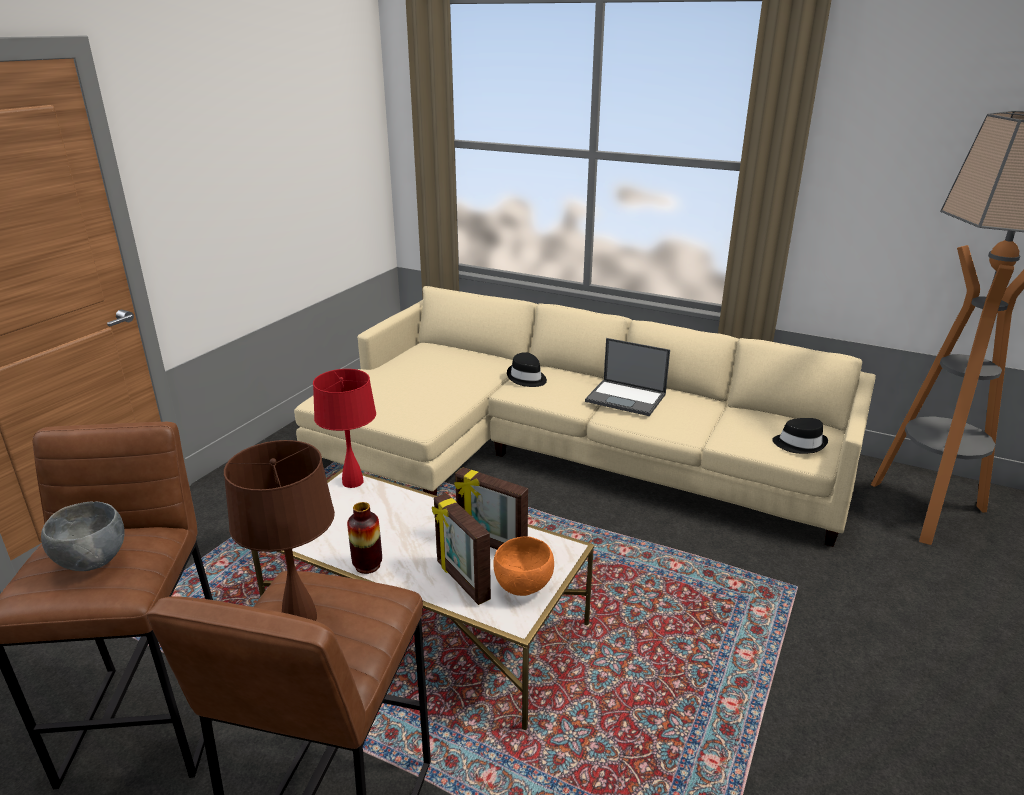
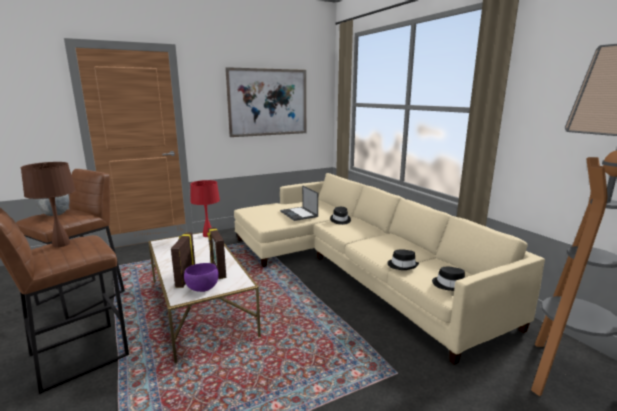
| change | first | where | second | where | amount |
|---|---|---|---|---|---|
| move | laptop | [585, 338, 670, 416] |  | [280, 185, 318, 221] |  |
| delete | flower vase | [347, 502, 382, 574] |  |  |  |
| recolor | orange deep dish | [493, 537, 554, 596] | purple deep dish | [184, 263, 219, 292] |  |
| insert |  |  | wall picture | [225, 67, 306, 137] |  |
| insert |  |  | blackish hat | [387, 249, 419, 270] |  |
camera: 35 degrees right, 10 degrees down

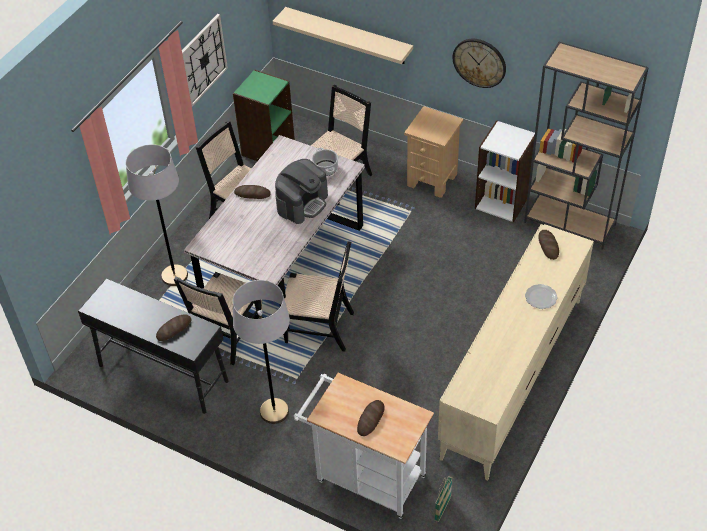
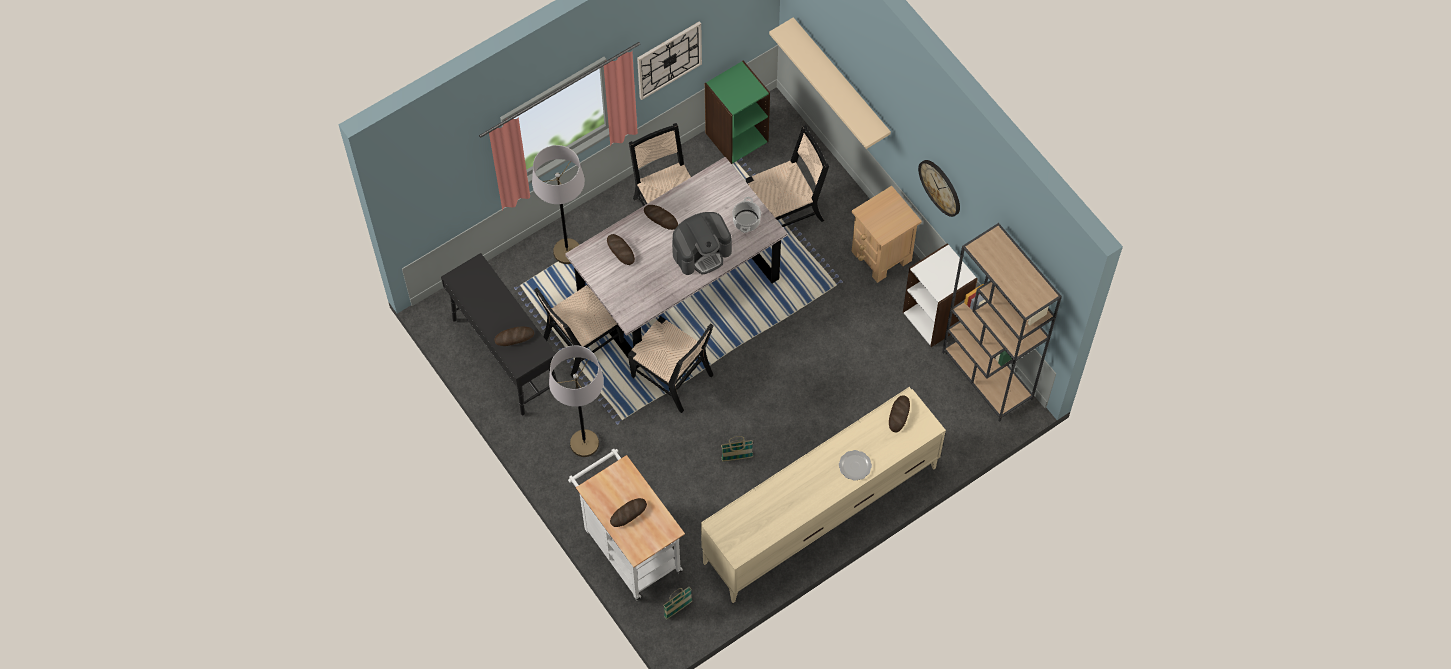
| change | first | where | second | where | amount |
|---|---|---|---|---|---|
| insert |  |  | bread | [607, 234, 635, 265] |  |
| insert |  |  | basket | [721, 436, 753, 461] |  |
camera: 25 degrees right, 15 degrees up

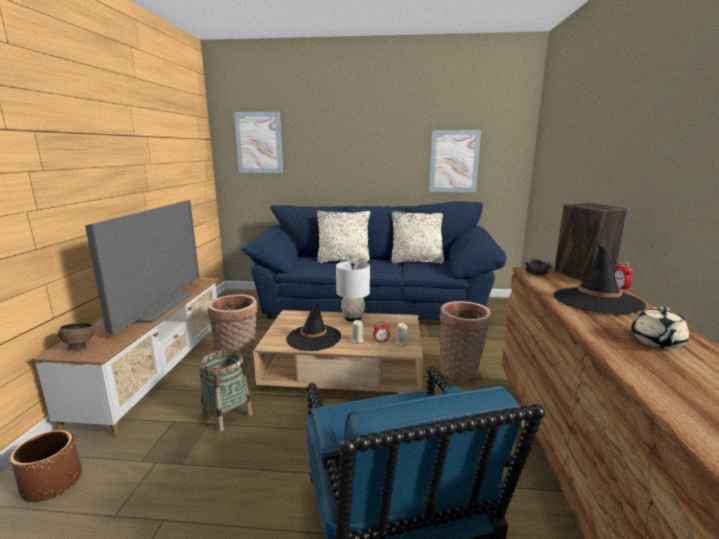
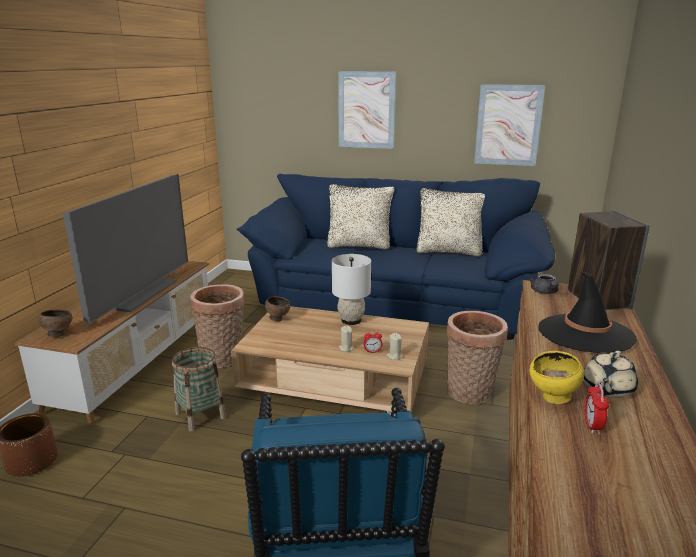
| change | first | where | second | where | amount |
|---|---|---|---|---|---|
| move | wall picture | [234, 112, 283, 173] |  | [338, 71, 396, 149] |  |
| move | table clock | [614, 261, 633, 292] |  | [585, 383, 609, 434] |  |
| delete | blackish hat | [287, 302, 341, 351] |  |  |  |
| insert |  |  | brownish deep dish | [265, 296, 291, 321] |  |
| insert |  |  | yellow deep dish | [530, 351, 584, 404] |  |
camera: 10 degrees right, 5 degrees up

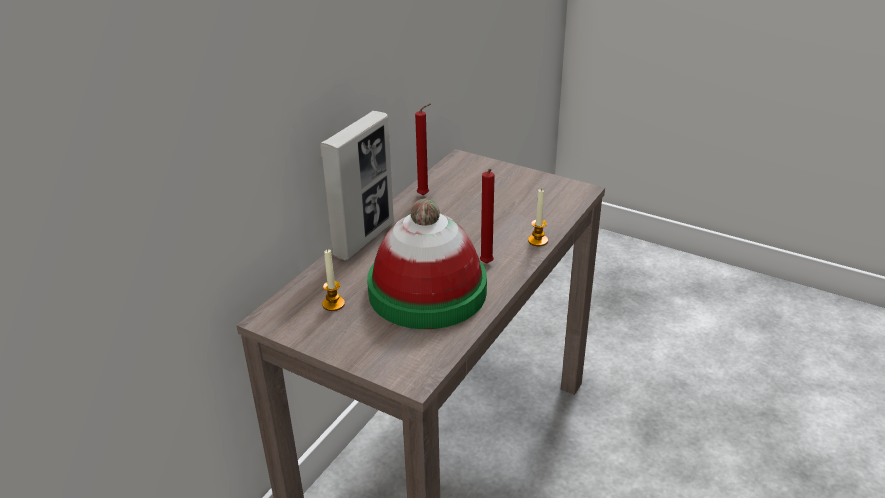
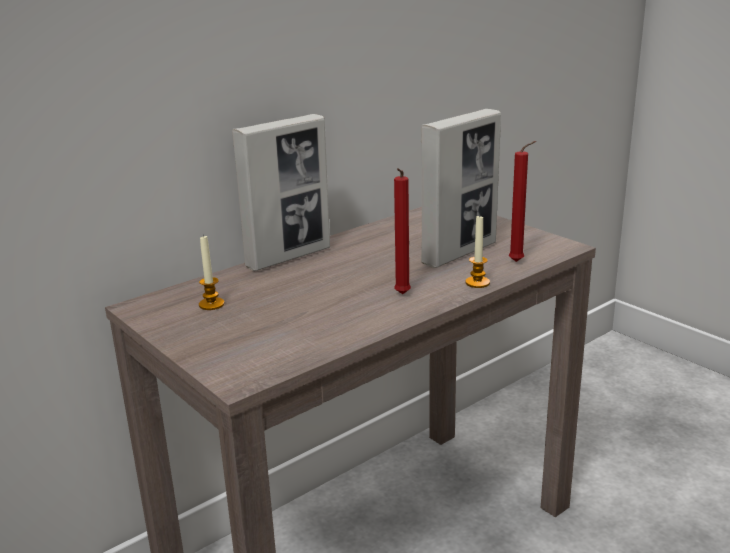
| change | first | where | second | where | amount |
|---|---|---|---|---|---|
| move | reddish wax candle | [415, 103, 431, 195] |  | [509, 141, 536, 262] |  |
| delete | hat | [367, 199, 487, 329] |  |  |  |
| insert |  |  | standing frame | [421, 109, 501, 268] |  |
camera: 20 degrees right, 10 degrees down

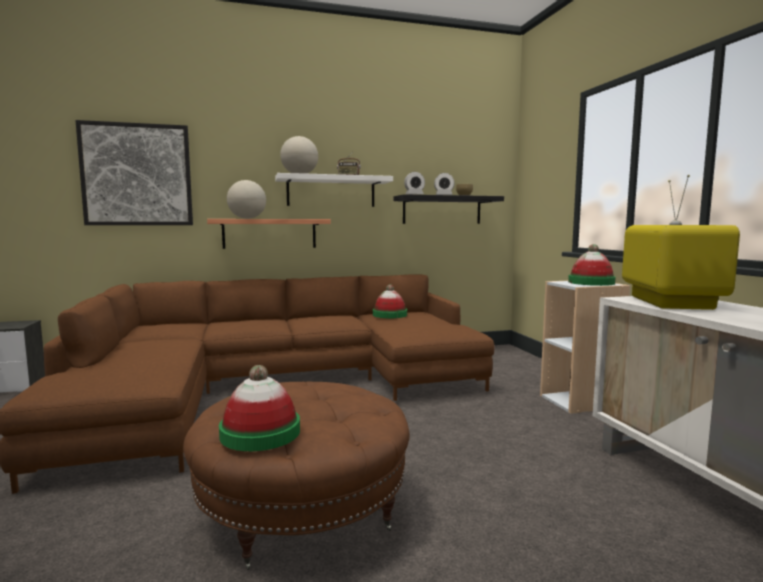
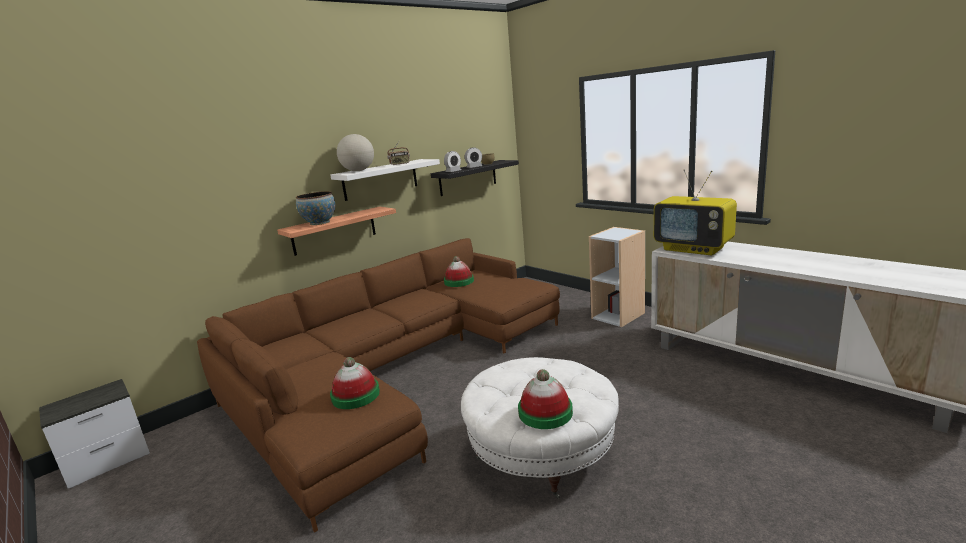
| change | first | where | second | where | amount |
|---|---|---|---|---|---|
| delete | wall picture | [75, 120, 193, 225] |  |  |  |
| rotate | television | [622, 175, 740, 310] |  | [654, 169, 737, 255] | 150 degrees clockwise |
| replace | world globe | [227, 180, 266, 219] | deep dish | [296, 191, 335, 225] |  |
| move | hat | [568, 244, 616, 286] |  | [330, 357, 380, 409] |  |
| recolor | brownish ottoman | [183, 382, 410, 570] | whitish ottoman | [461, 357, 619, 498] |  |
camera: 25 degrees left, 10 degrees up

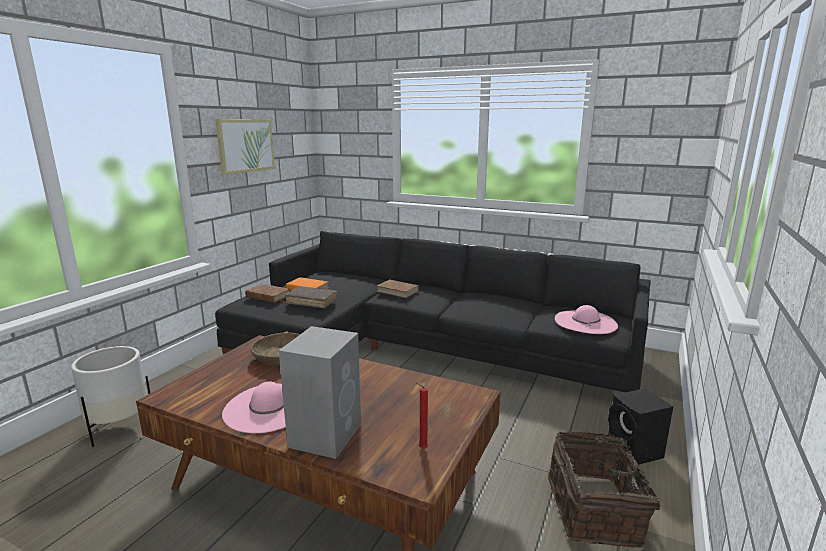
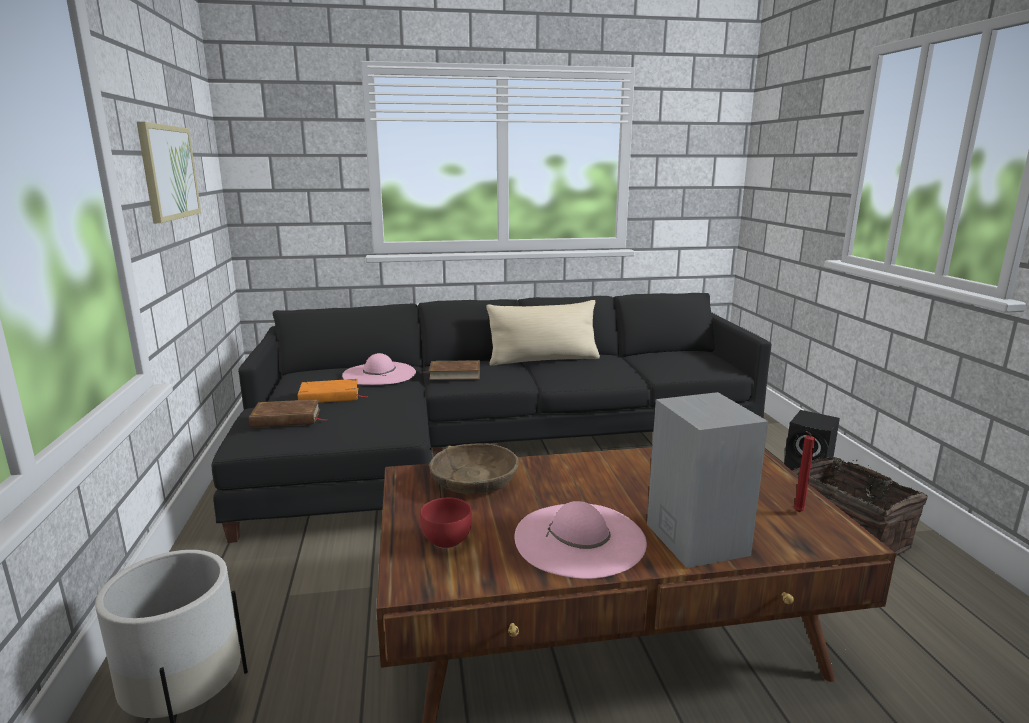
| change | first | where | second | where | amount |
|---|---|---|---|---|---|
| delete | brownish bound book | [285, 286, 337, 308] |  |  |  |
| move | pink-coloured hat | [555, 305, 618, 334] |  | [342, 353, 416, 385] |  |
| insert |  |  | beige pillow | [486, 300, 600, 366] |  |
| insert |  |  | reddish deep dish | [420, 498, 472, 549] |  |
camera: 35 degrees left, 0 degrees up

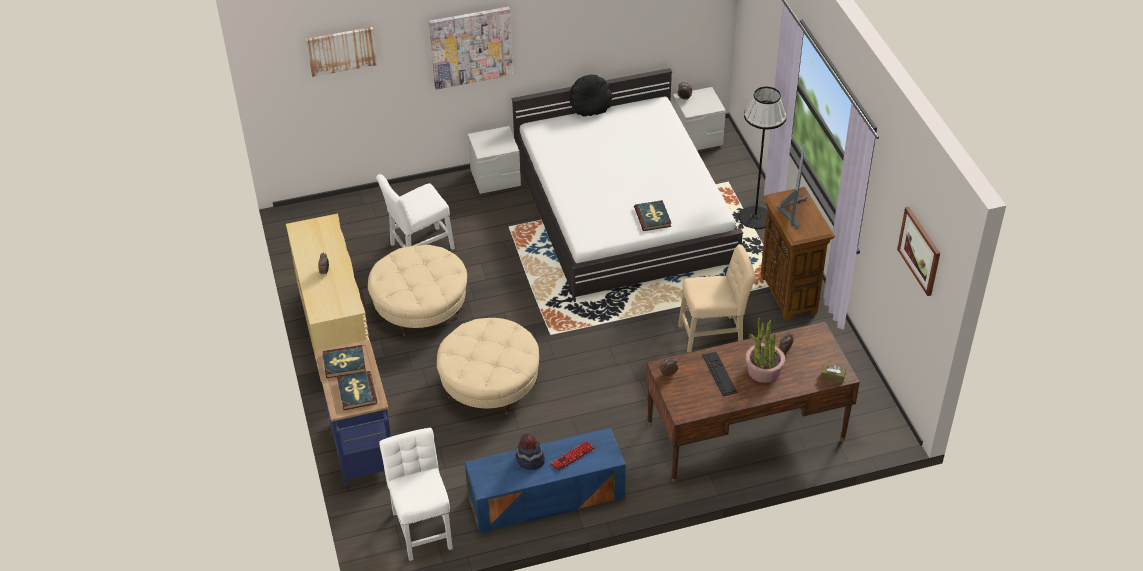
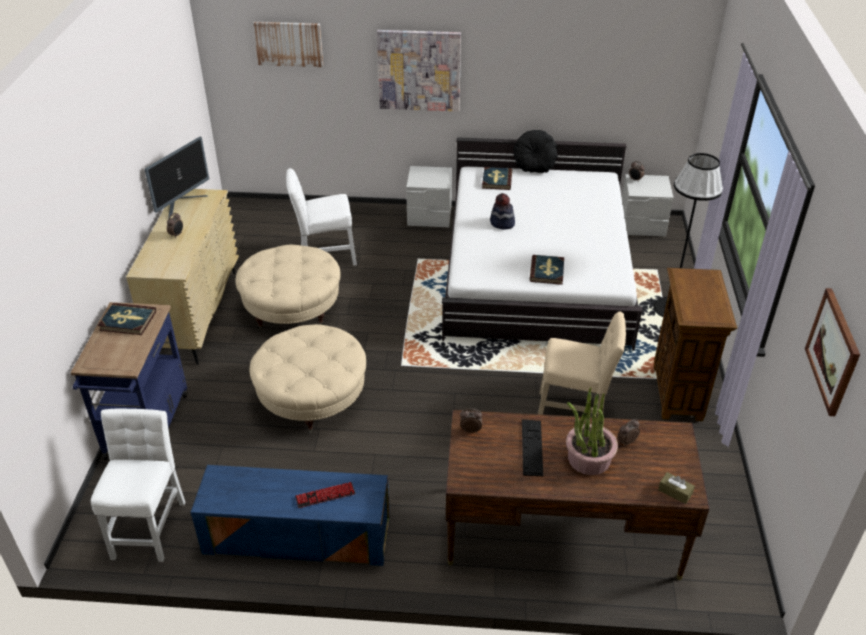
| change | first | where | second | where | amount |
|---|---|---|---|---|---|
| move | monitor | [777, 144, 808, 228] |  | [145, 137, 209, 219] |  |
| move | bound book | [337, 371, 377, 410] |  | [482, 167, 512, 190] |  |
| move | hat | [516, 434, 545, 470] |  | [490, 193, 515, 229] |  |
camera: 20 degrees right, 5 degrees down

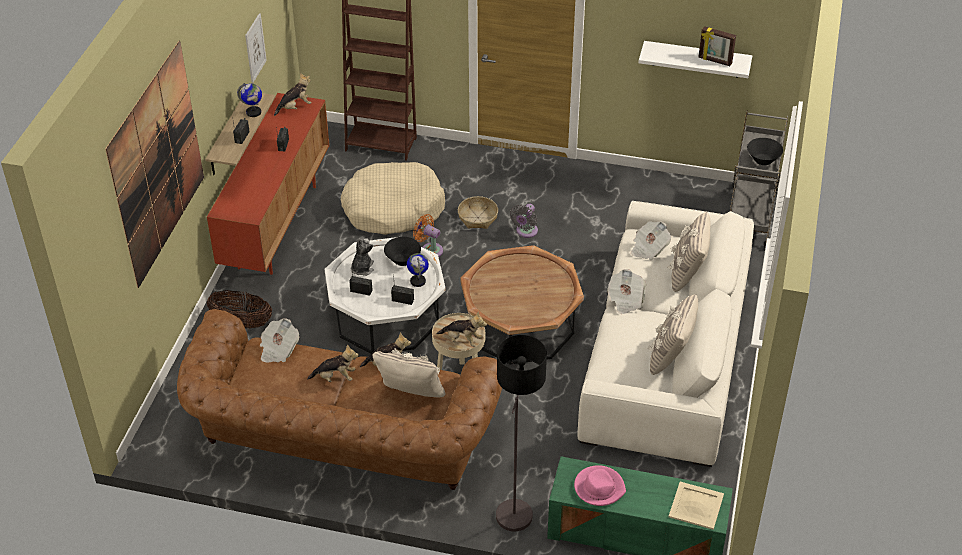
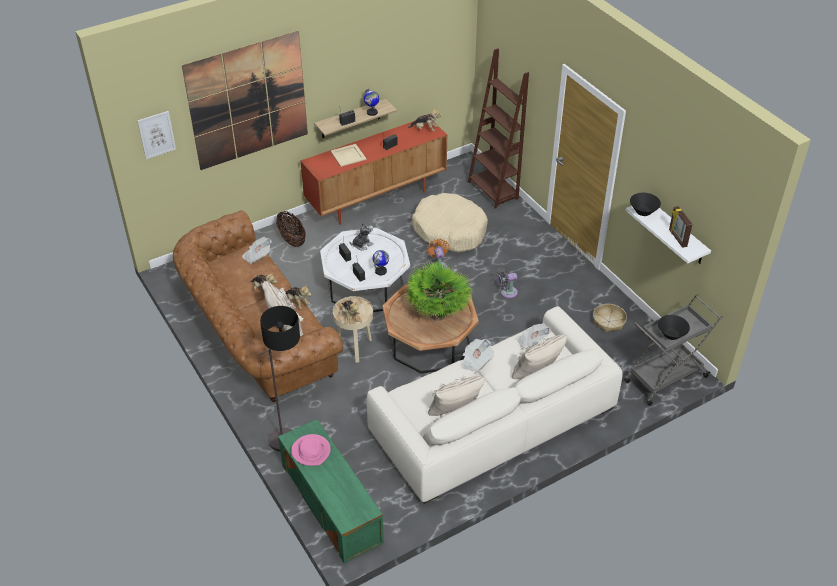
| change | first | where | second | where | amount |
|---|---|---|---|---|---|
| move | wall picture | [245, 13, 267, 83] |  | [137, 111, 176, 159] |  |
| move | basket | [458, 196, 498, 229] |  | [593, 304, 627, 332] |  |
| move | blackish deep dish | [384, 237, 421, 266] |  | [630, 193, 661, 216] |  |
| move | beige tray | [669, 482, 724, 530] |  | [331, 144, 366, 167] |  |
| insert |  |  | plant in a pot | [405, 259, 473, 321] |  |
camera: 45 degrees right, 0 degrees up

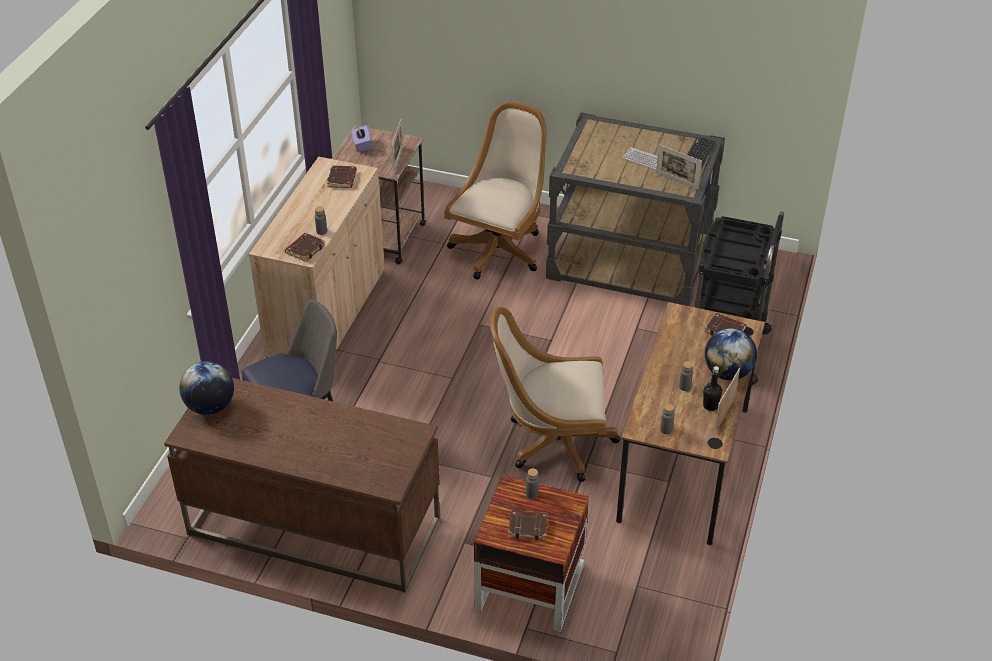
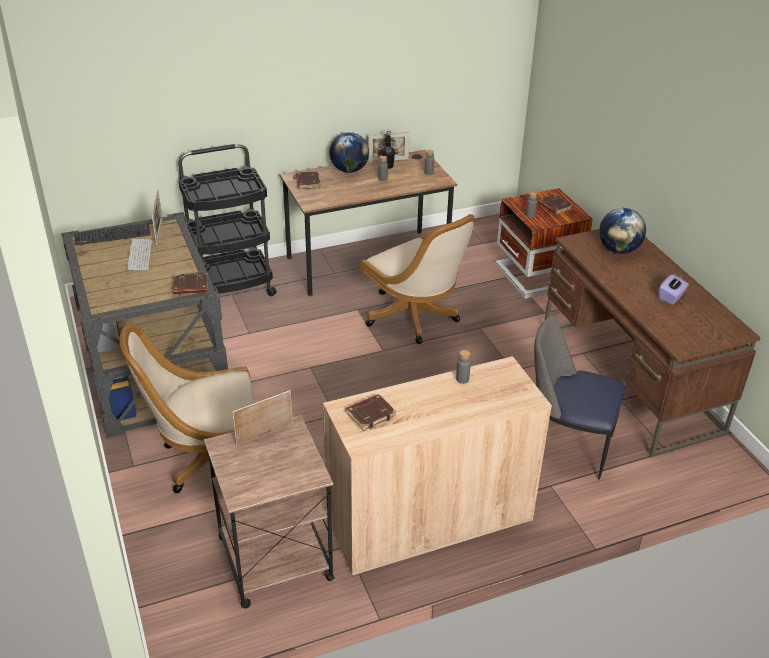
| change | first | where | second | where | amount |
|---|---|---|---|---|---|
| move | purple tissue box | [351, 125, 372, 152] |  | [659, 274, 689, 305] |  |
| move | brownish bound book | [285, 233, 325, 262] |  | [173, 273, 208, 295] |  |
| move | world globe | [179, 361, 234, 415] |  | [599, 208, 646, 254] |  |
camera: 130 degrees left, 5 degrees down

